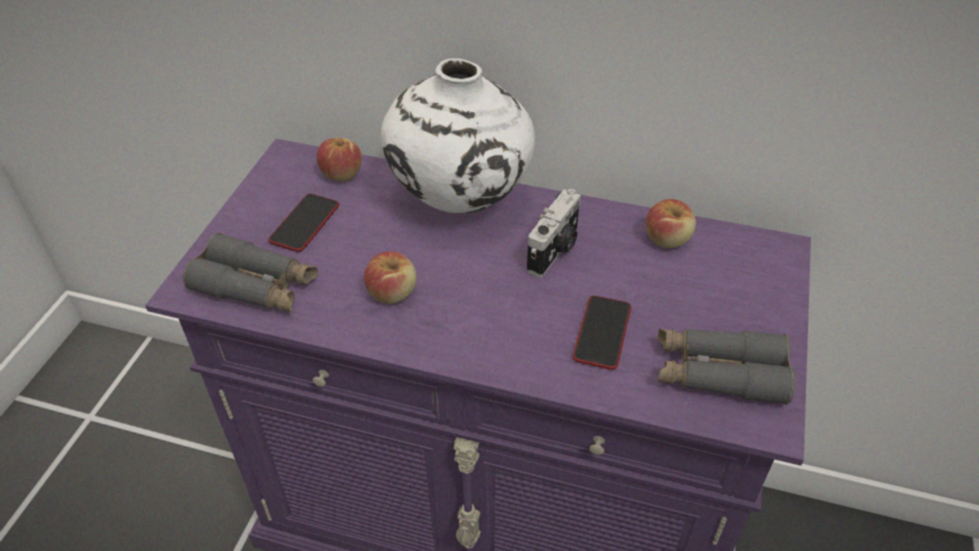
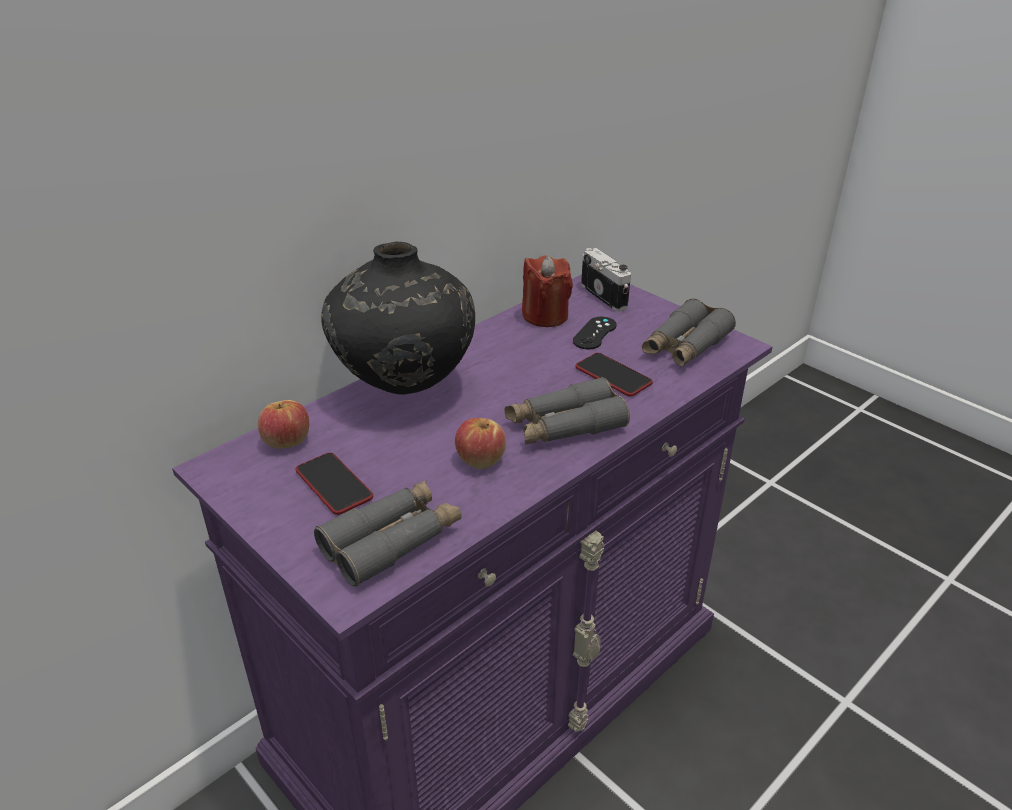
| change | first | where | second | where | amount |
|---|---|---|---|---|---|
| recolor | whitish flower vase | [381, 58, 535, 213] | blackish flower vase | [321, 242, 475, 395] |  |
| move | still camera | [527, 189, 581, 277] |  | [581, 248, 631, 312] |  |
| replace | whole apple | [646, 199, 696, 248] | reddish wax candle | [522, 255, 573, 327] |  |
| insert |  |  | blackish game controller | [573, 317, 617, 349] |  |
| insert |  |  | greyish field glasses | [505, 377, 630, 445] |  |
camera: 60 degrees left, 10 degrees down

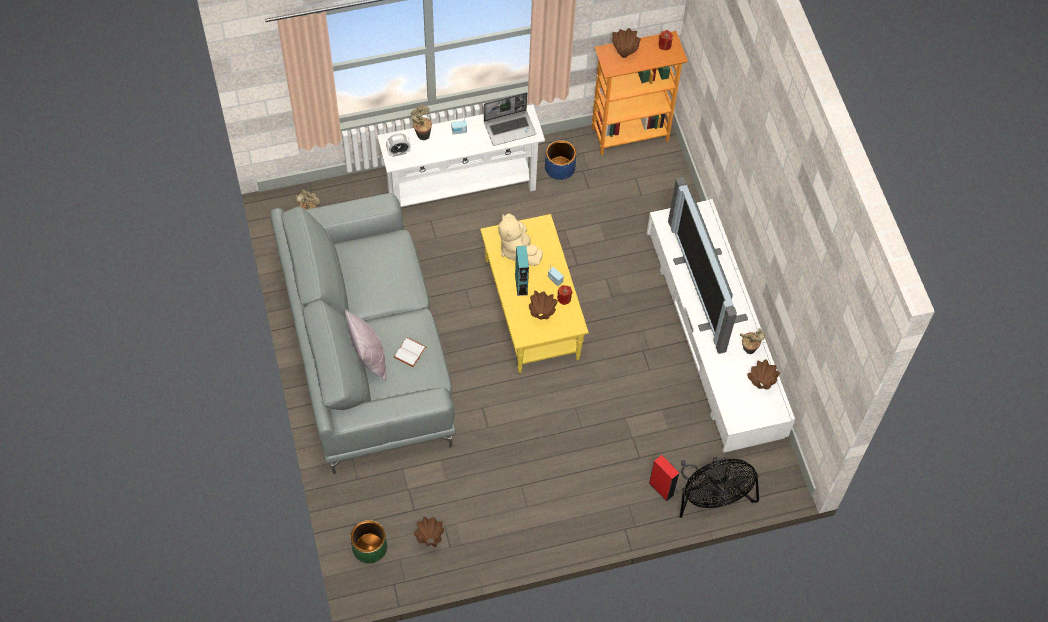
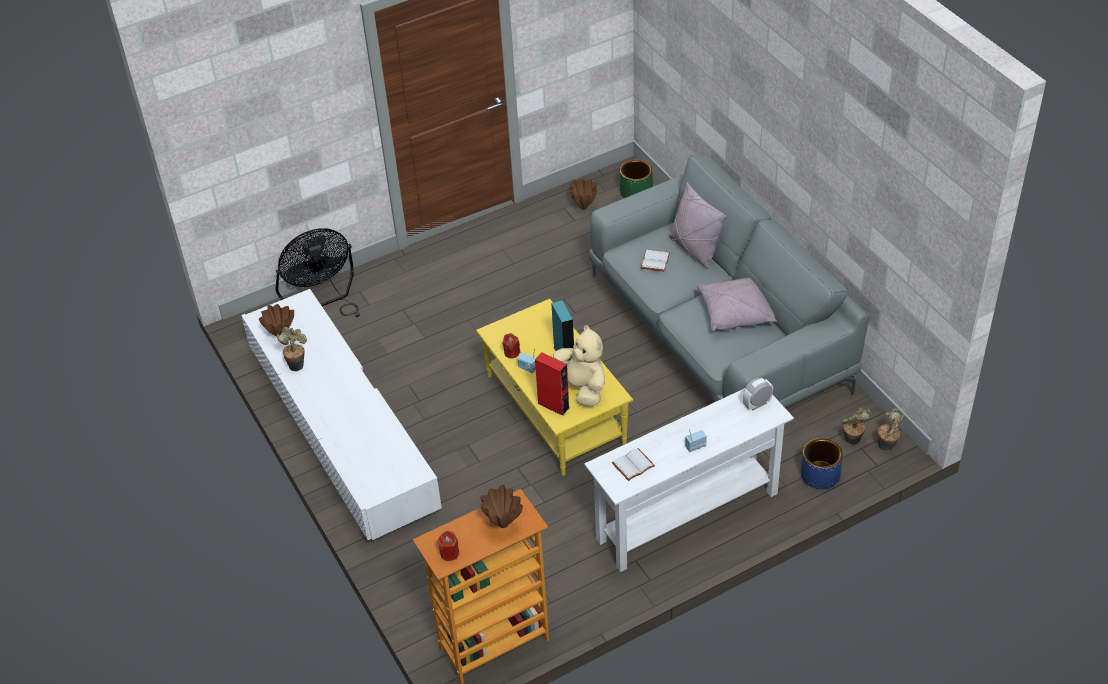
| change | first | where | second | where | amount |
|---|---|---|---|---|---|
| replace | laptop | [484, 92, 536, 146] | whitish bound book | [612, 448, 655, 481] |  |
| move | plant in a pot | [411, 105, 432, 140] |  | [878, 408, 905, 450] |  |
| move | bluish flower pot | [545, 140, 576, 180] |  | [801, 438, 843, 489] |  |
| delete | television | [668, 177, 748, 354] |  |  |  |
| delete | brownish flower vase | [529, 290, 558, 319] |  |  |  |
| move | reddish speaker | [649, 455, 680, 502] |  | [535, 353, 569, 416] |  |
| insert |  |  | purple pillow | [697, 278, 777, 331] |  |
camera: 170 degrees right, 15 degrees down

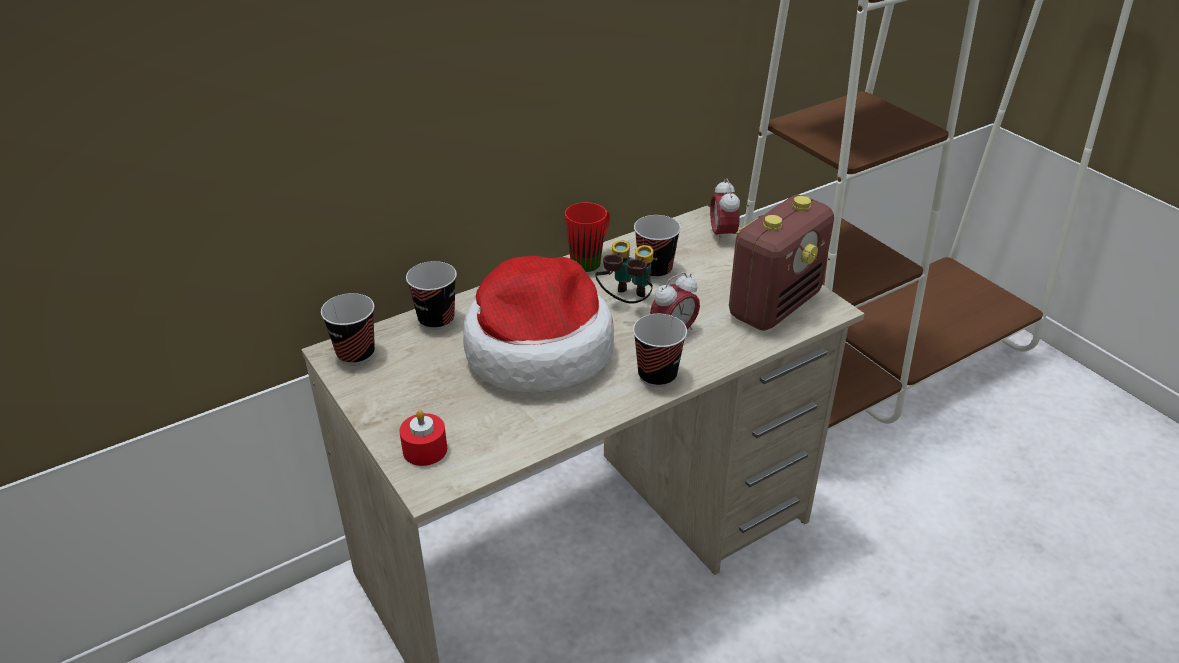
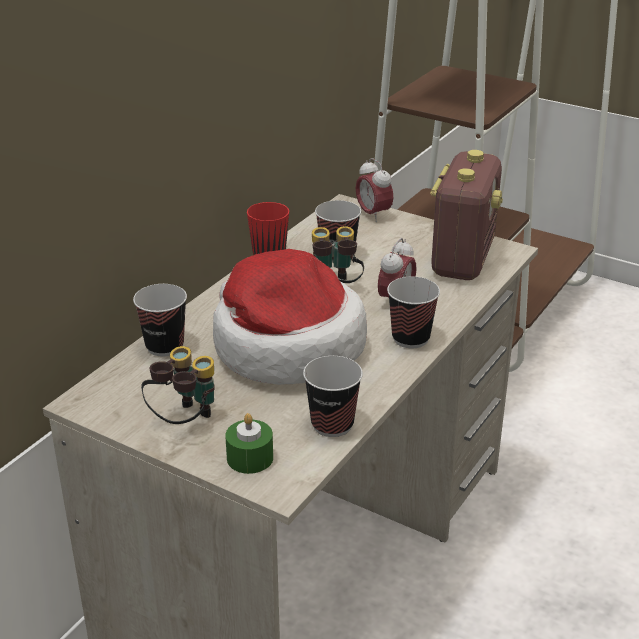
| change | first | where | second | where | amount |
|---|---|---|---|---|---|
| move | cup | [321, 293, 375, 365] |  | [303, 356, 363, 437] |  |
| recolor | reddish wax candle | [399, 410, 447, 466] | green wax candle | [225, 413, 273, 474] |  |
| insert |  |  | field glasses | [141, 346, 215, 424] |  |
camera: 25 degrees left, 5 degrees down

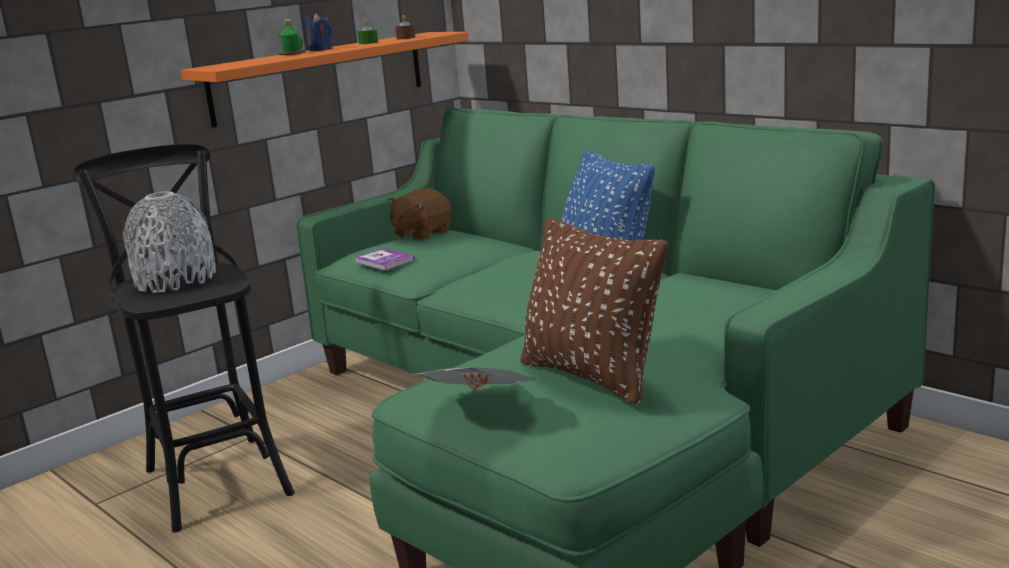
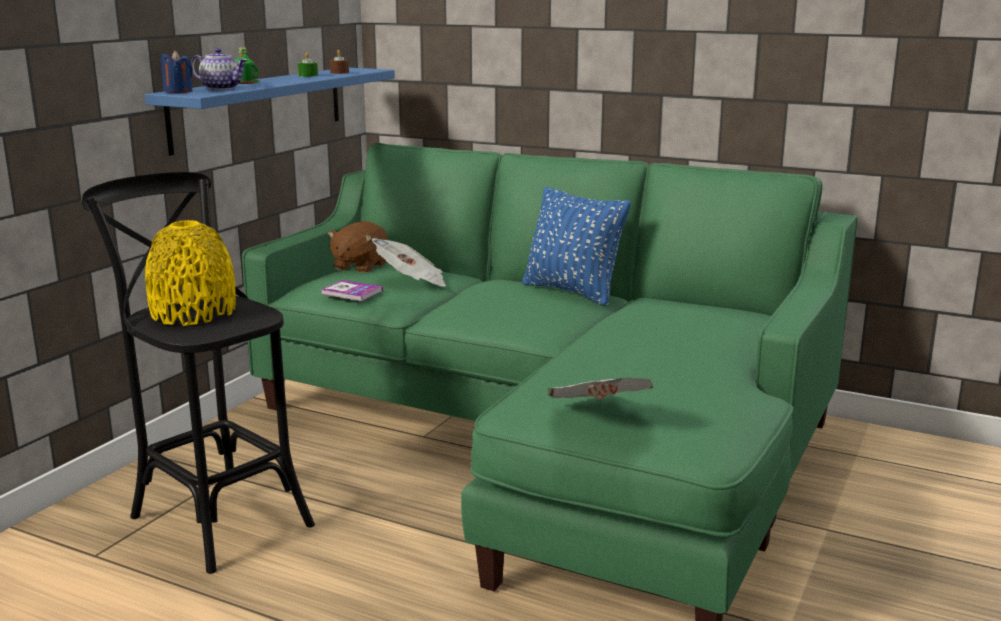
| change | first | where | second | where | amount |
|---|---|---|---|---|---|
| move | bluish wax candle | [305, 13, 333, 51] |  | [161, 50, 193, 93] |  |
| recolor | orange shelf | [180, 32, 469, 128] | bluish shelf | [145, 68, 395, 156] |  |
| recolor | greyish flower vase | [123, 191, 216, 293] | yellow flower vase | [145, 220, 236, 326] |  |
| delete | brownish pillow | [521, 218, 668, 404] |  |  |  |
| insert |  |  | teapot | [191, 48, 247, 90] |  |
| insert |  |  | newspaper | [372, 238, 446, 287] |  |
camera: 20 degrees left, 0 degrees up

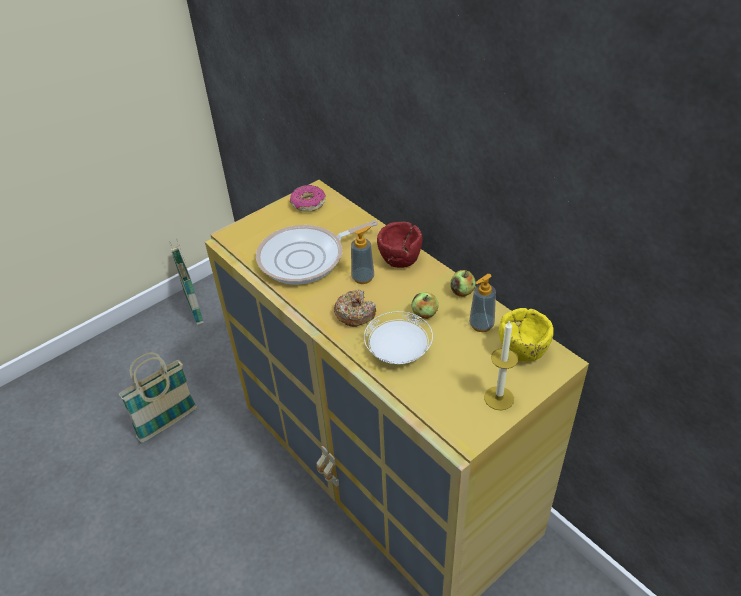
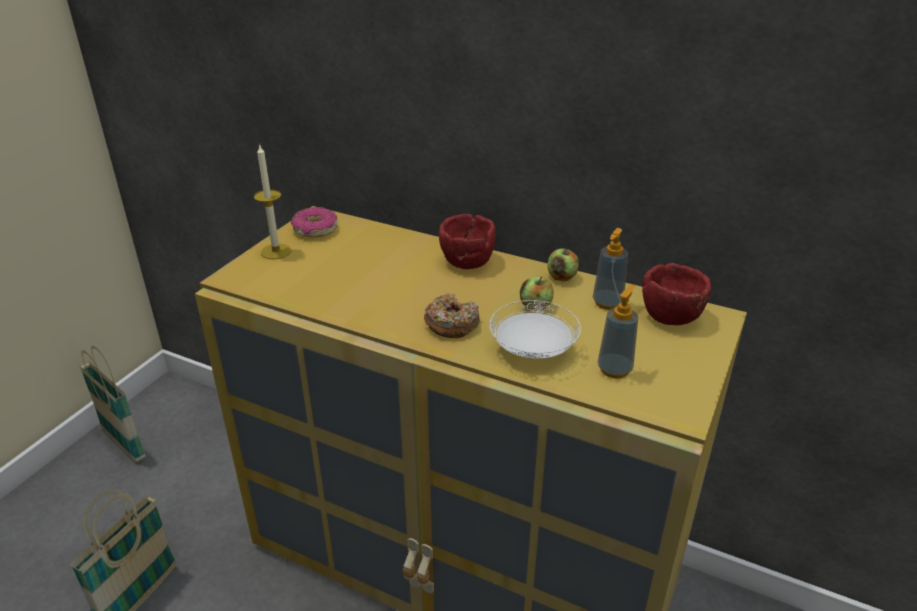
| change | first | where | second | where | amount |
|---|---|---|---|---|---|
| delete | pan | [256, 220, 378, 285] |  |  |  |
| move | soap dispenser | [351, 226, 374, 284] |  | [598, 284, 638, 378] |  |
| recolor | yellow deep dish | [499, 308, 554, 362] | reddish deep dish | [642, 263, 711, 325] |  |
| move | wax candle | [484, 320, 518, 410] |  | [254, 144, 292, 259] |  |
camera: 25 degrees left, 10 degrees down

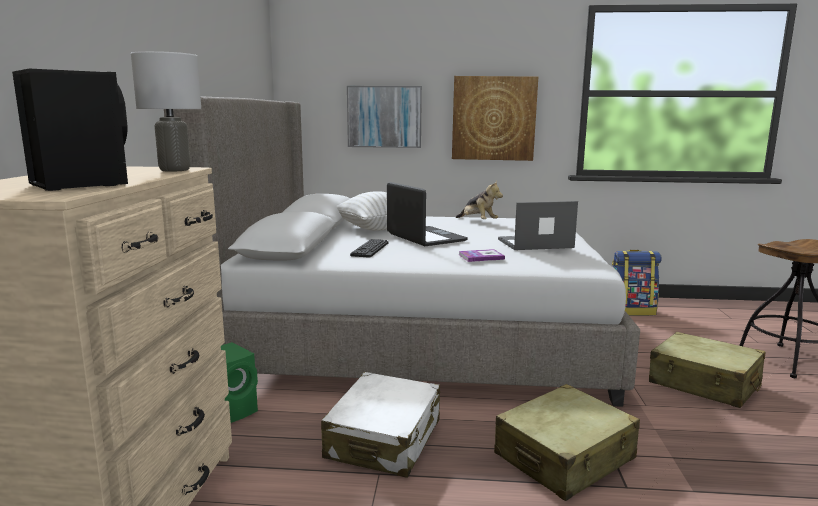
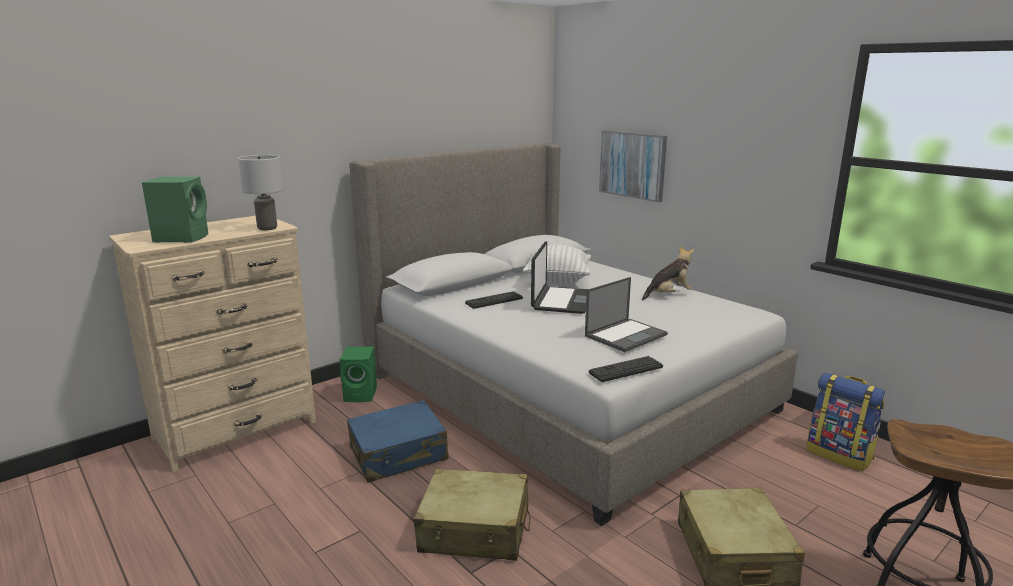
| change | first | where | second | where | amount |
|---|---|---|---|---|---|
| recolor | blackish speaker | [12, 69, 128, 191] | green speaker | [142, 176, 209, 243] |  |
| delete | wall picture | [452, 76, 538, 161] |  |  |  |
| rotate | soft toy | [456, 180, 503, 219] |  | [642, 246, 694, 300] | 120 degrees counterclockwise |
| rotate | laptop | [498, 201, 578, 250] |  | [585, 277, 668, 352] | 105 degrees clockwise |
| delete | bound book | [459, 249, 505, 262] |  |  |  |
| recolor | whitish piece of luggage | [321, 372, 440, 478] | bluish piece of luggage | [347, 400, 449, 483] |  |
| insert |  |  | PC keyboard | [589, 356, 663, 382] |  |
camera: 45 degrees right, 5 degrees up

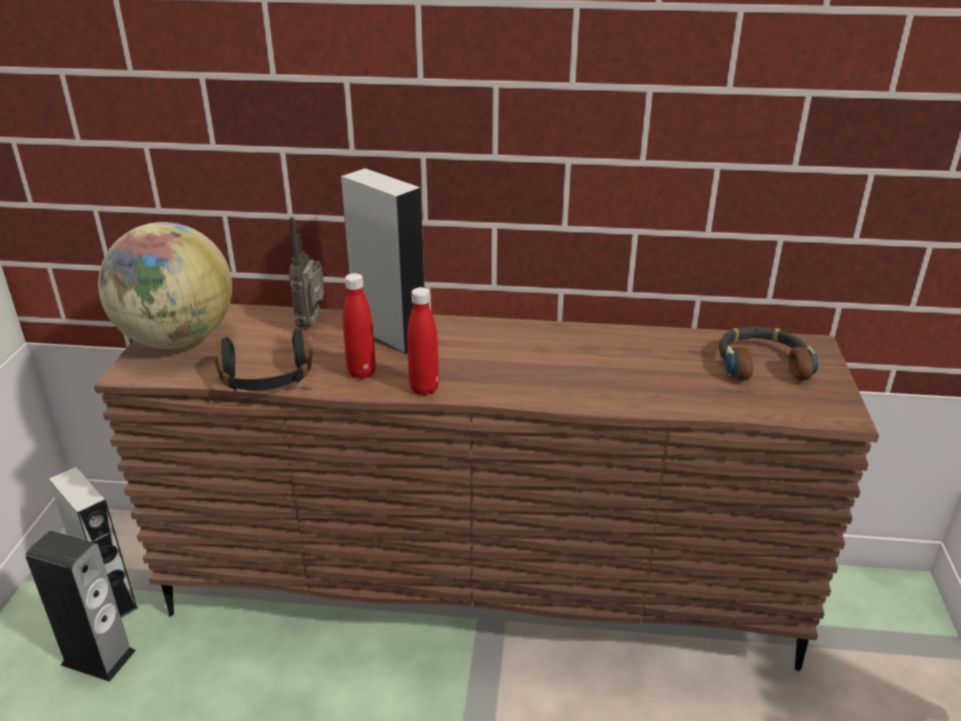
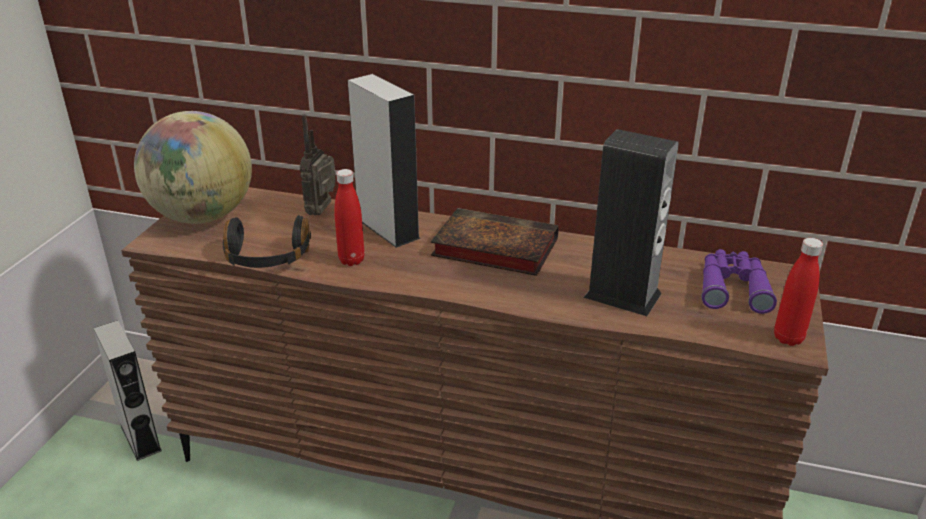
| change | first | where | second | where | amount |
|---|---|---|---|---|---|
| move | reddish beverage bottle | [407, 287, 439, 395] |  | [774, 238, 823, 346] |  |
| replace | headset | [719, 326, 818, 380] | purple field glasses | [701, 249, 777, 314] |  |
| move | speaker | [26, 531, 136, 682] |  | [583, 129, 679, 316] |  |
| insert |  |  | bound book | [431, 208, 559, 276] |  |
camera: 10 degrees right, 0 degrees up

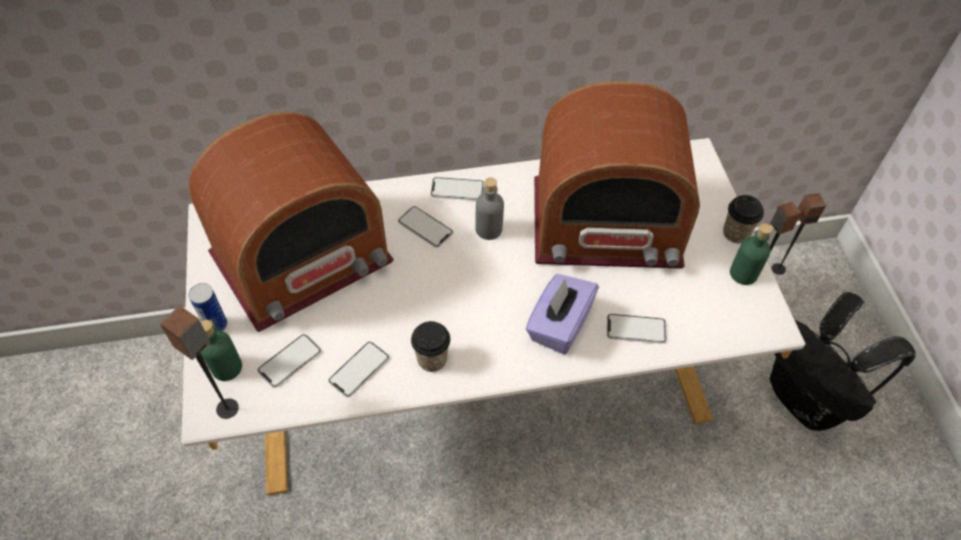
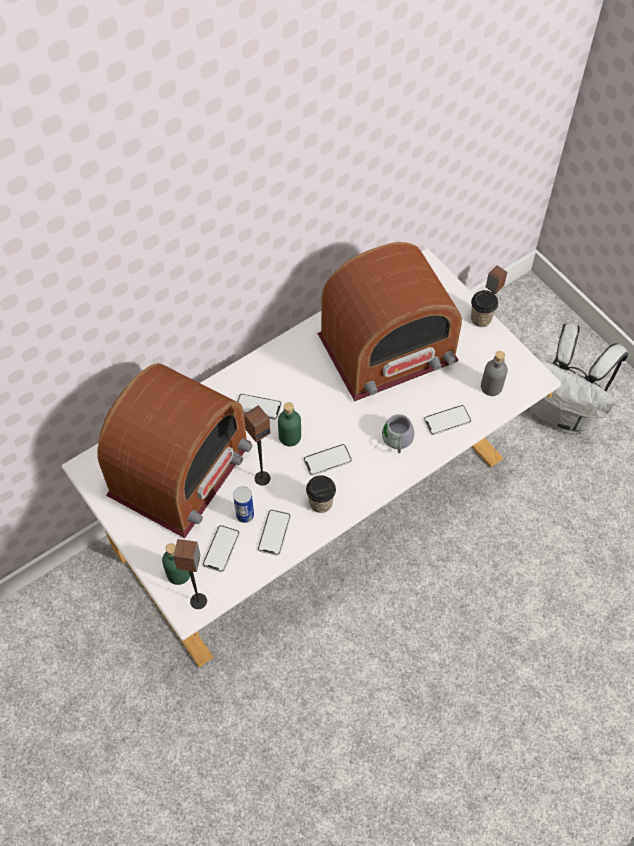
| change | first | where | second | where | amount |
|---|---|---|---|---|---|
| move | phone | [430, 177, 484, 200] |  | [303, 444, 352, 476] |  |
| move | greyish beverage bottle | [475, 177, 504, 240] |  | [481, 351, 508, 396] |  |
| move | speaker | [772, 193, 826, 275] |  | [244, 405, 270, 486] |  |
| move | green beverage bottle | [730, 223, 772, 285] |  | [278, 402, 301, 446] |  |
| replace | purple tissue box | [525, 274, 599, 354] | greyish mug | [375, 414, 415, 454] |  |
| move | metal can | [189, 283, 227, 331] |  | [233, 486, 254, 523] |  |
| recolor | blackish rucksack | [770, 292, 915, 431] | whitish rucksack | [530, 323, 628, 435] |  |
camera: 25 degrees left, 5 degrees up

